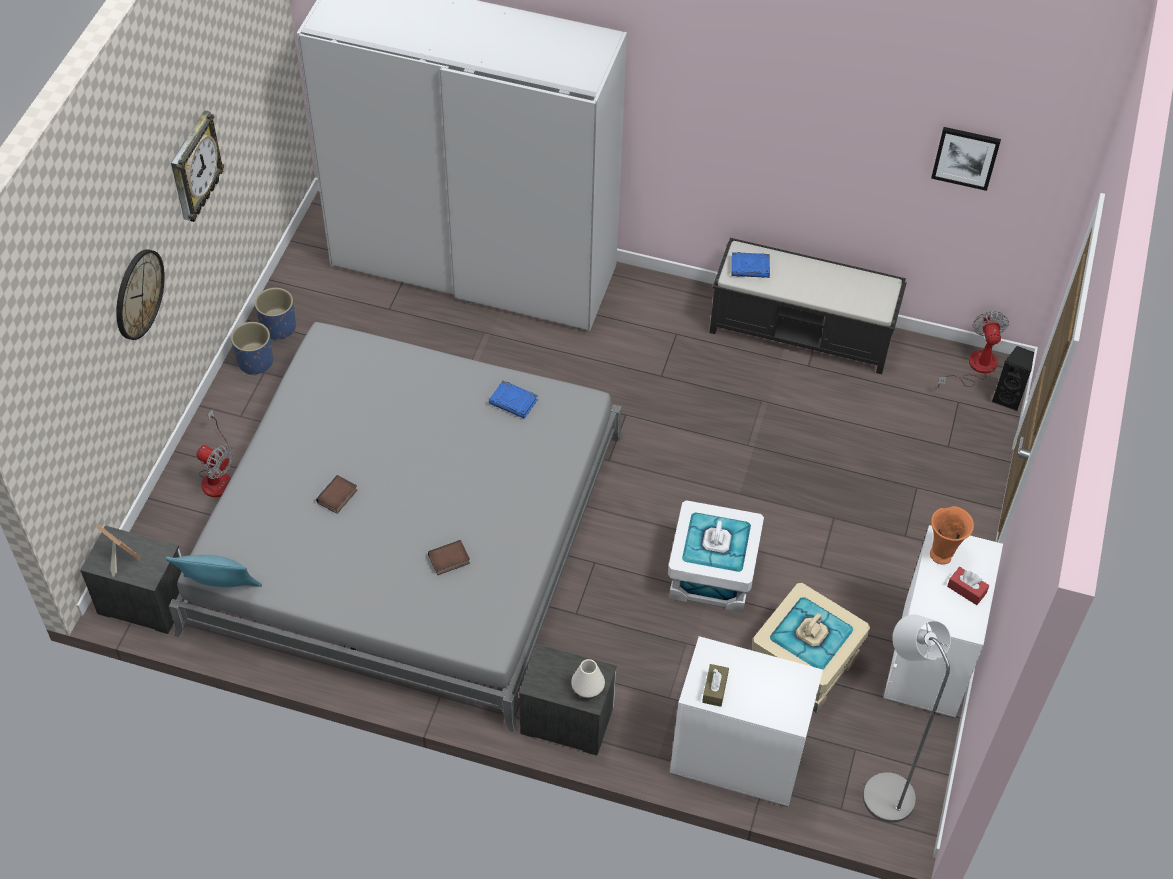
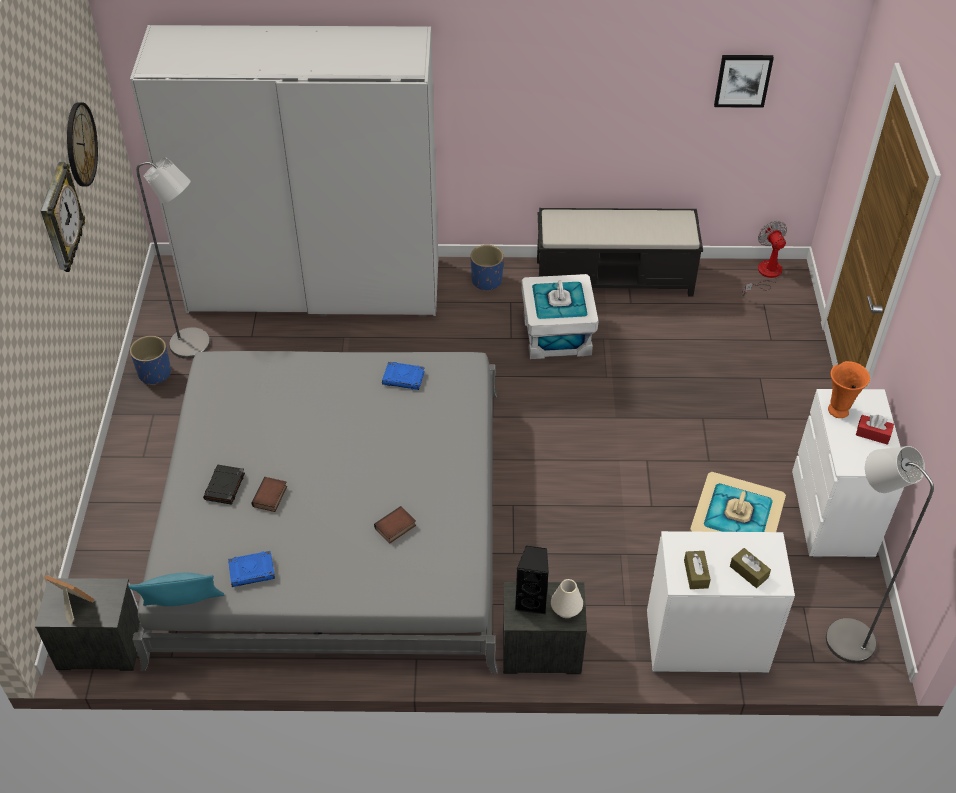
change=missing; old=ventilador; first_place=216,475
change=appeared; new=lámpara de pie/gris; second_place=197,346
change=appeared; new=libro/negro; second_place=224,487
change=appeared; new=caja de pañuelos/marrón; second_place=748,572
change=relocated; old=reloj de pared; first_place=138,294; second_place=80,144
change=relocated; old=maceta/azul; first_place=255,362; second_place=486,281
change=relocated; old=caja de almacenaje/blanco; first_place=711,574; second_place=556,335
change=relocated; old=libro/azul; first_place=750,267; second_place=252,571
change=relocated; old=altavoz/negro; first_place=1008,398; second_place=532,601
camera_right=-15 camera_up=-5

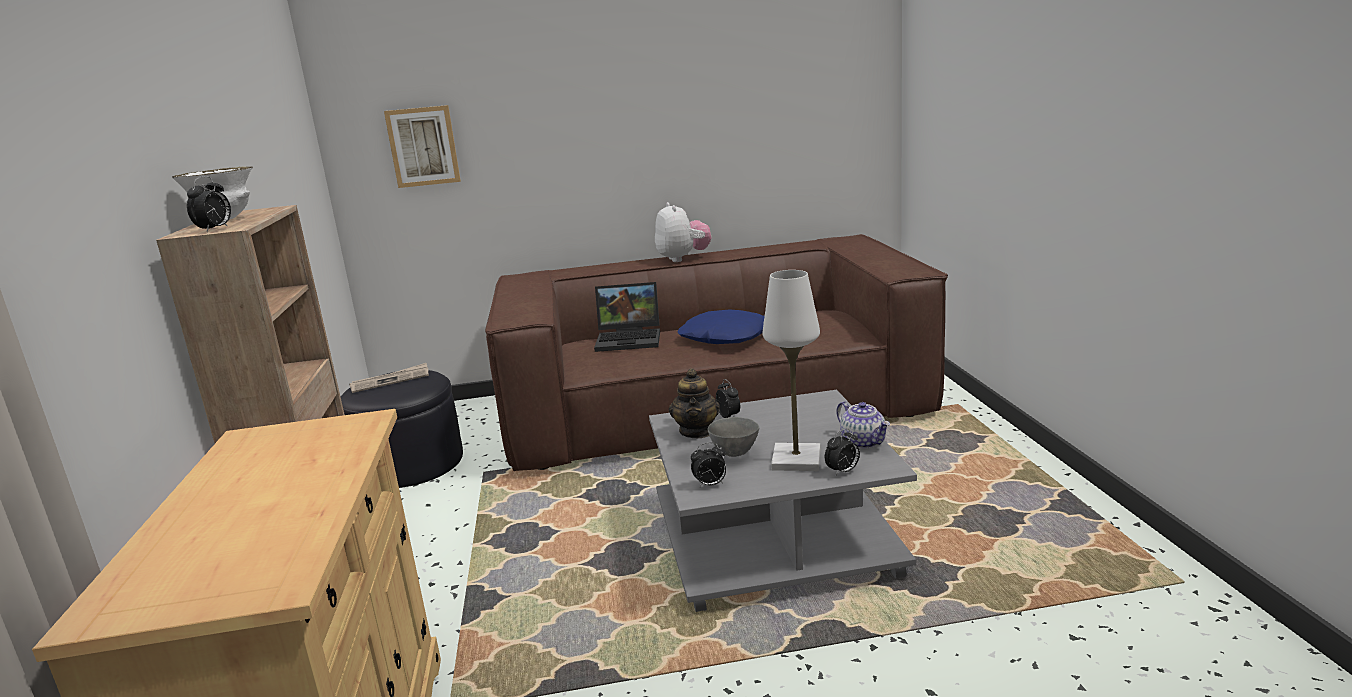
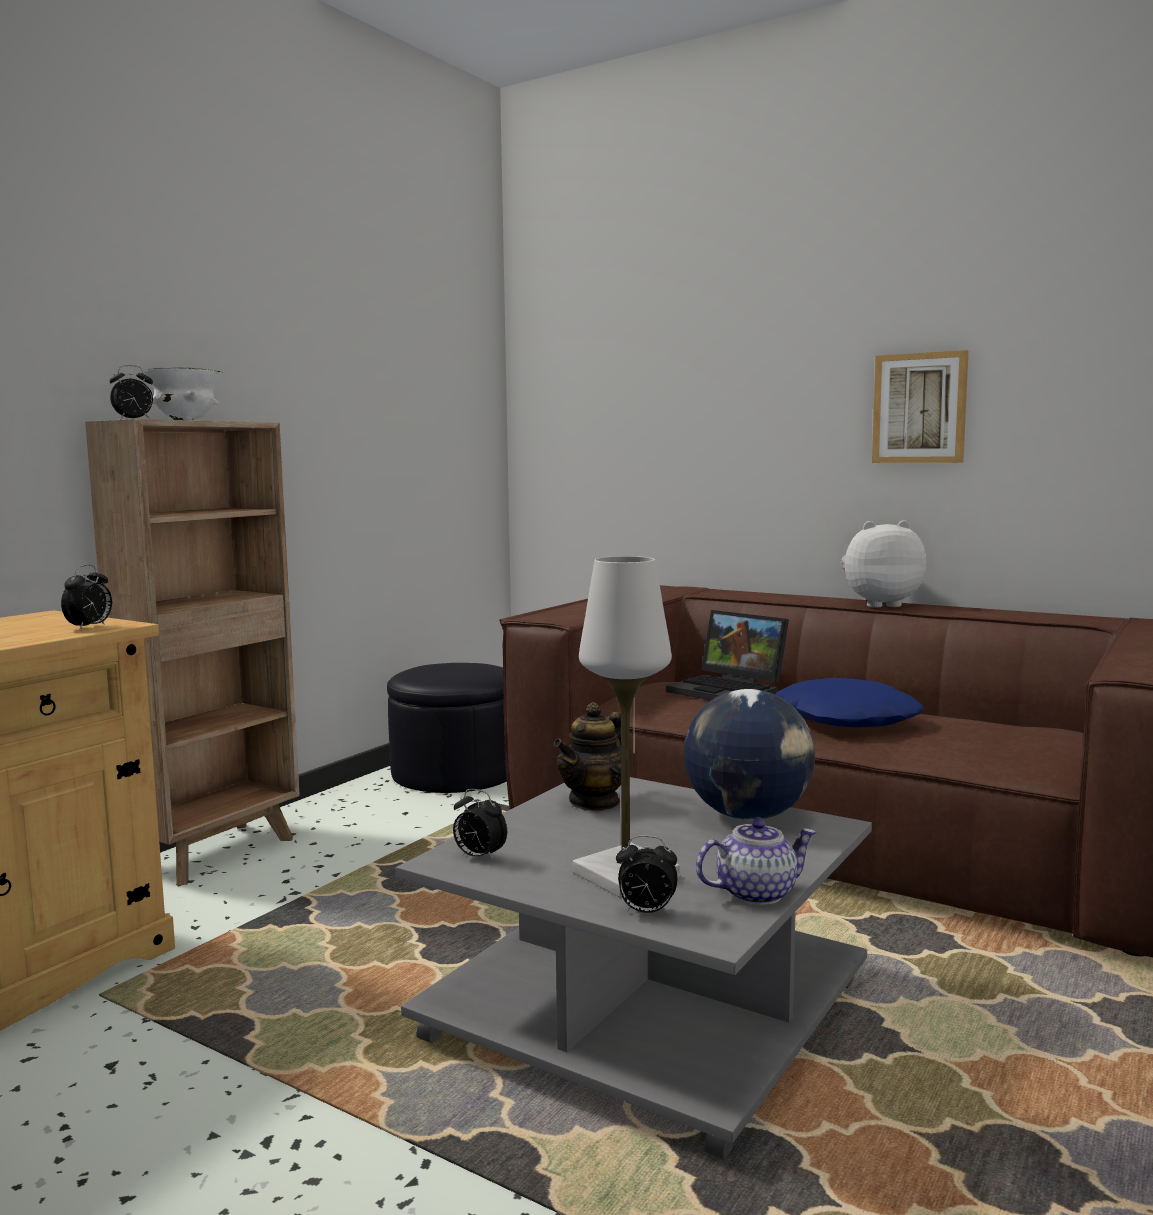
change=missing; old=periódico; first_place=391,380
change=missing; old=cuenco/gris; first_place=735,453
change=appeared; new=globo terráqueo; second_place=749,816
change=relocated; old=cuadro; first_place=423,146; second_place=919,408
change=relocated; old=despertador; first_place=729,417; second_place=89,627
change=spun; old=peluche; first_place=683,259; second_place=879,604; degrees=-120
change=spun; old=tetera; first_place=863,442; second_place=756,893; degrees=-120
camera_right=40 camera_up=-10

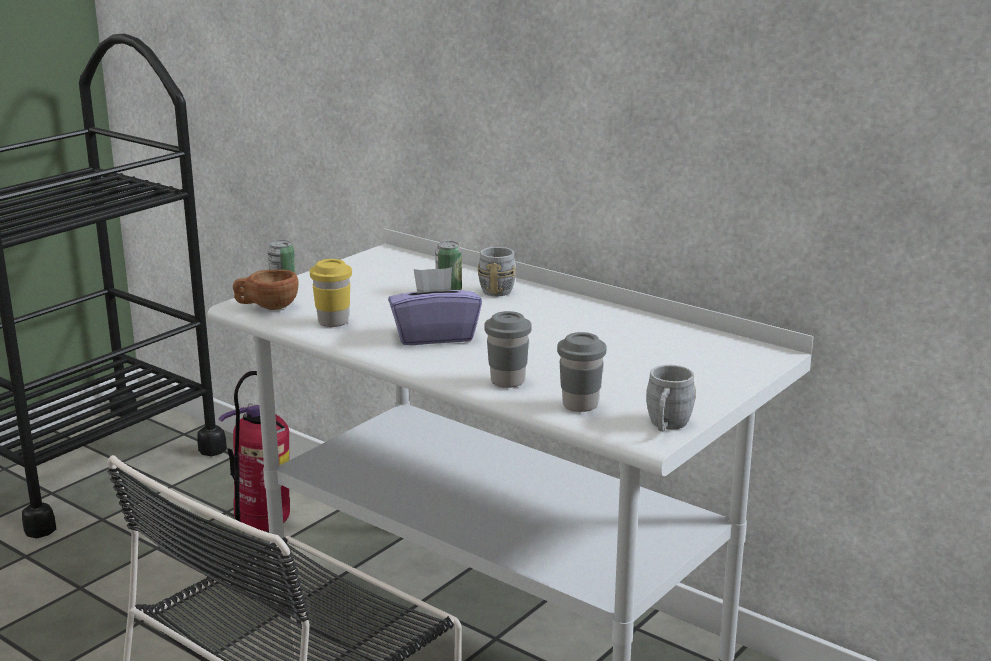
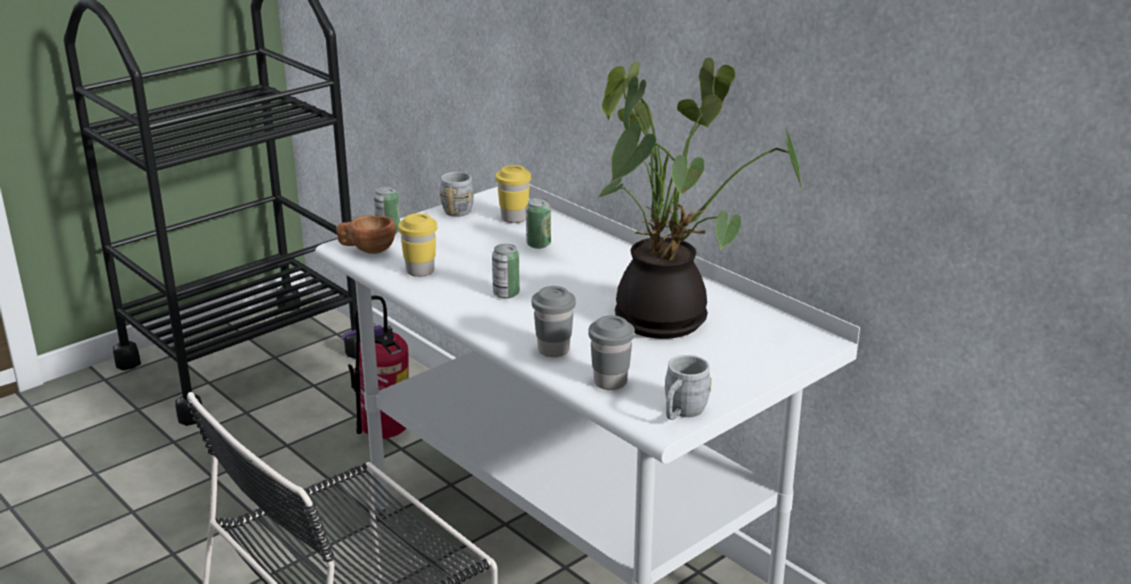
change=appeared; new=taza/amarillo; second_place=514,218
change=appeared; new=planta en maceta; second_place=669,320
change=relocated; old=taza grande/gris; first_place=498,288; second_place=461,208
change=exchanged; old=caja de pañuelos/morado; new=lata; first_place=434,336; second_place=506,294
camera_right=10 camera_up=5

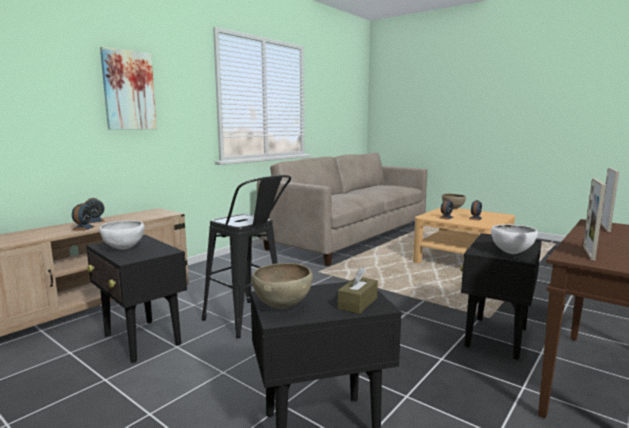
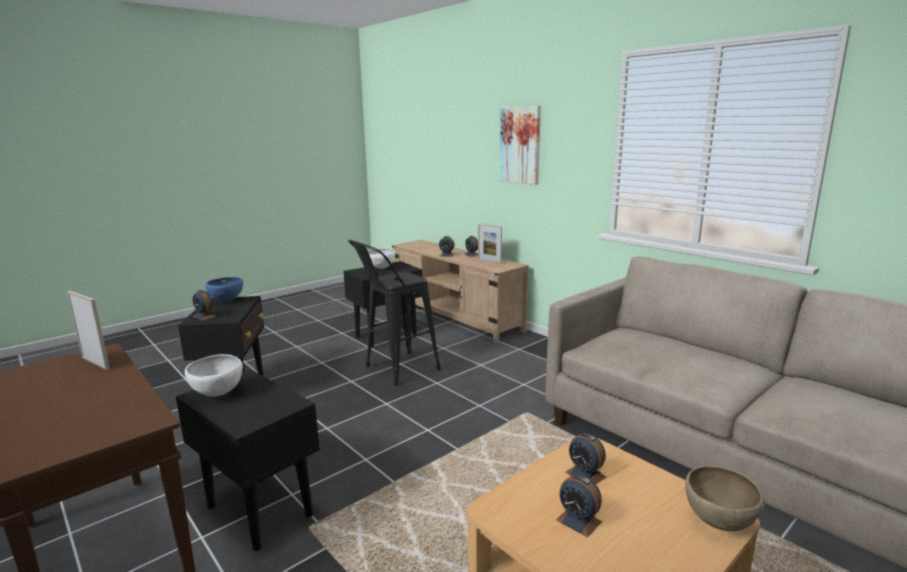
change=relocated; old=portarretratos; first_place=605,227; second_place=489,261
change=exchanged; old=caja de pañuelos/marrón; new=despertador; first_place=357,303; second_place=205,316
change=colour; old=cuenco/marrón; new=cuenco/azul; first_place=283,306; second_place=227,301
camera_right=100 camera_up=5

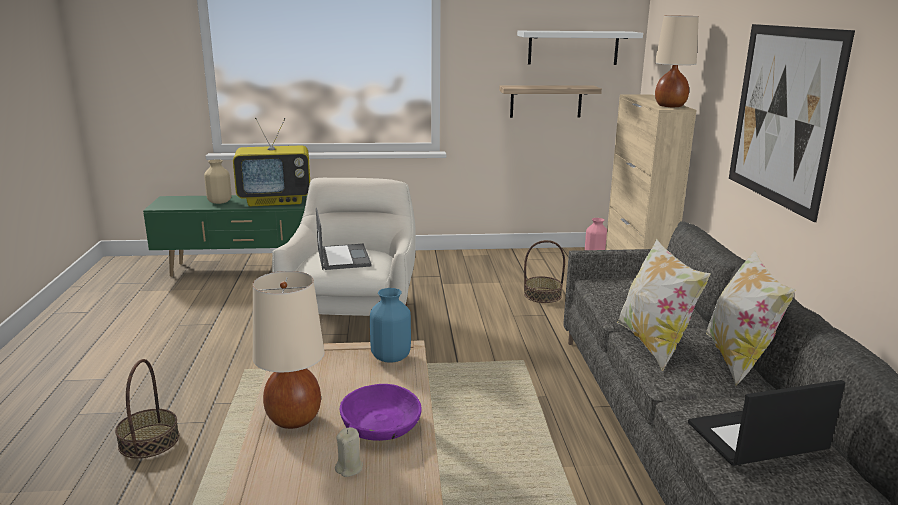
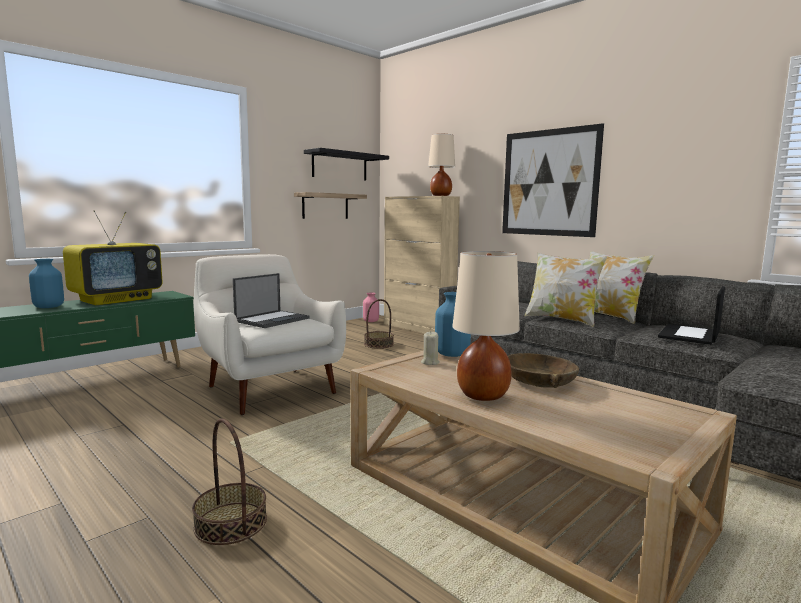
change=relocated; old=vela/beis; first_place=349,468; second_place=430,362
change=colour; old=florero/beis; new=florero/azul; first_place=219,202; second_place=48,307
change=colour; old=cuenco/morado; new=cuenco/marrón; first_place=381,425; second_place=540,380
change=colour; old=estante/blanco; new=estante/negro; first_place=573,47; second_place=340,166
change=spun; old=portátil; first_place=343,257; second_place=273,320; degrees=90
camera_right=-40 camera_up=-10

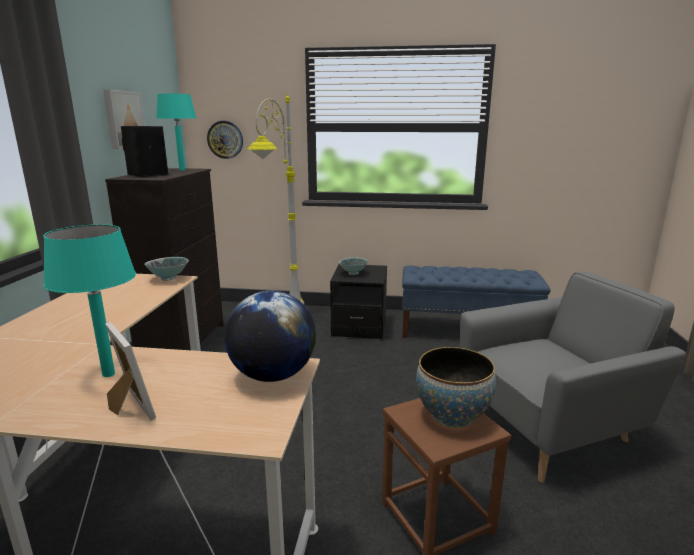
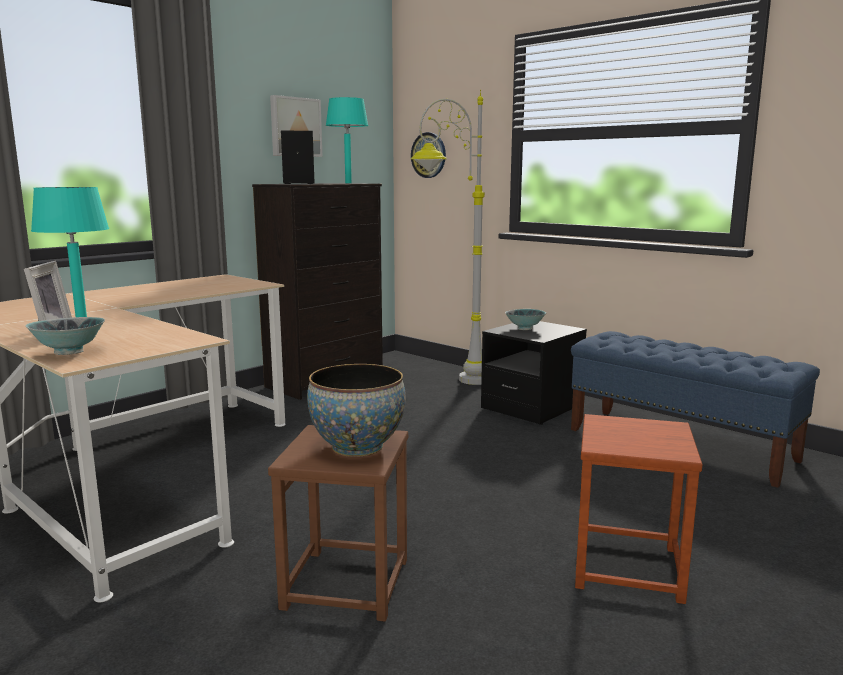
change=missing; old=globo terráqueo; first_place=273,375
change=relocated; old=cuenco; first_place=169,278; second_place=69,353
change=exchanged; old=sillón/gris; new=taburete/marrón; first_place=549,426; second_place=628,567
camera_right=35 camera_up=-5

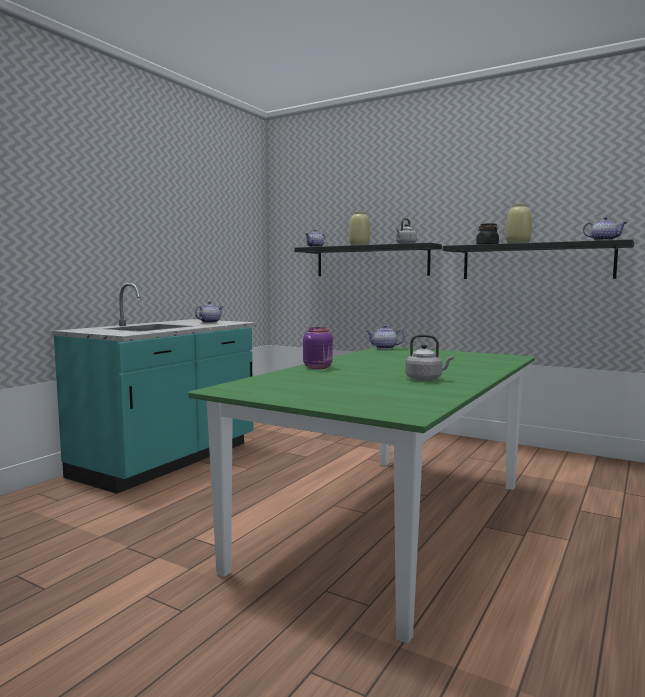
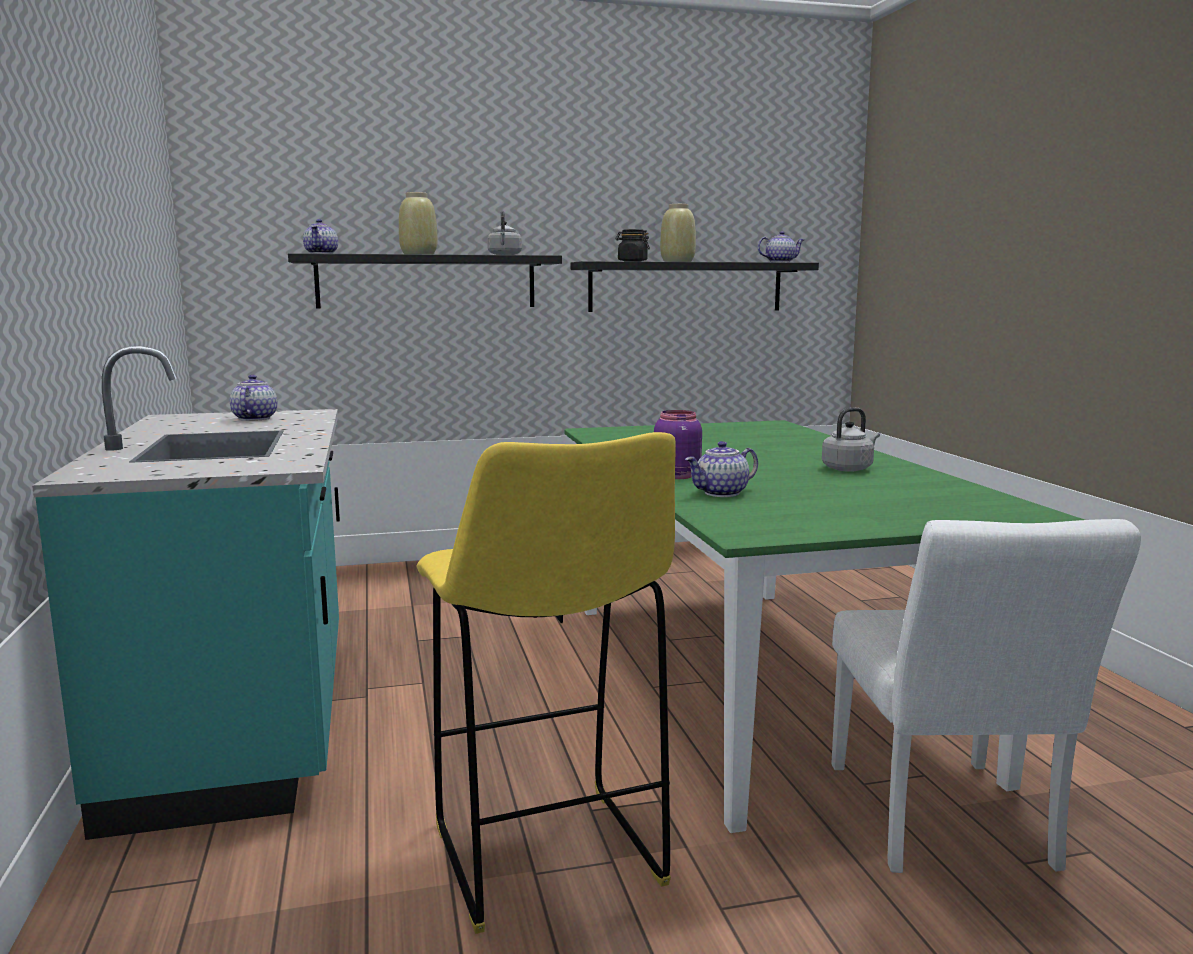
change=appeared; new=taburete/amarillo; second_place=548,859
change=appeared; new=silla/blanco; second_place=945,825
change=relocated; old=tetera; first_place=384,348; second_place=722,493
camera_right=-45 camera_up=5

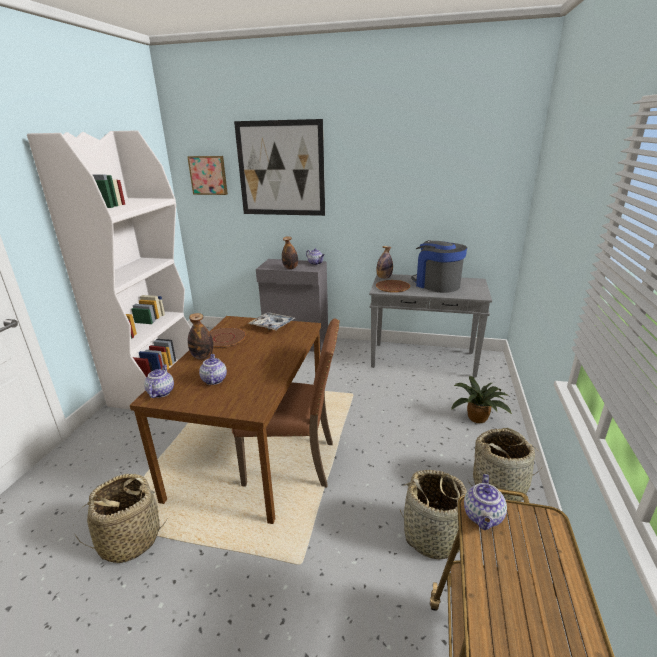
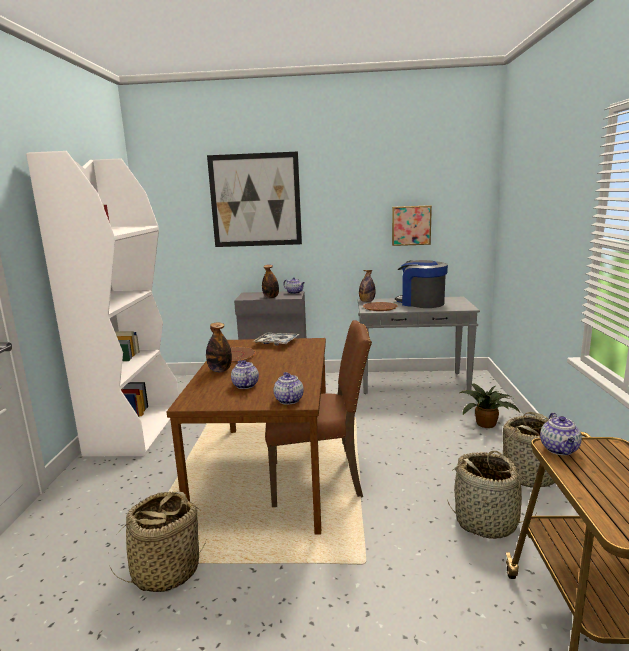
change=relocated; old=tetera; first_place=161,392; second_place=288,400
change=relocated; old=cuadro; first_place=208,175; second_place=411,225
camera_right=-10 camera_up=-10

